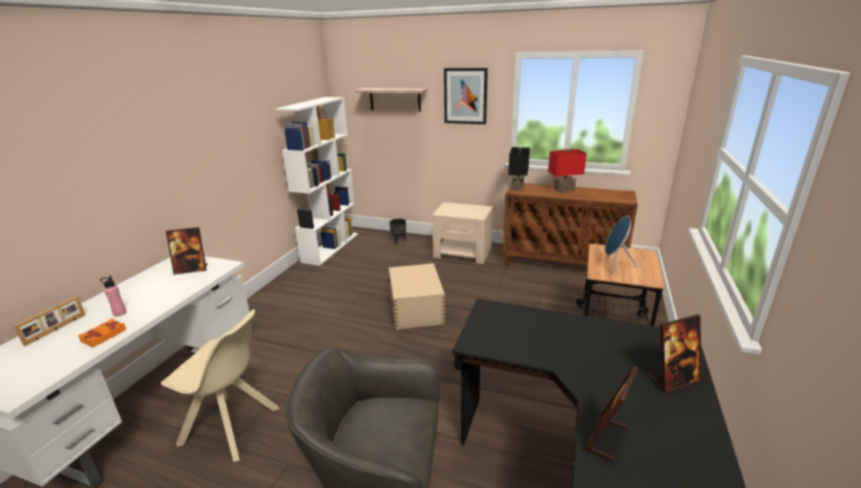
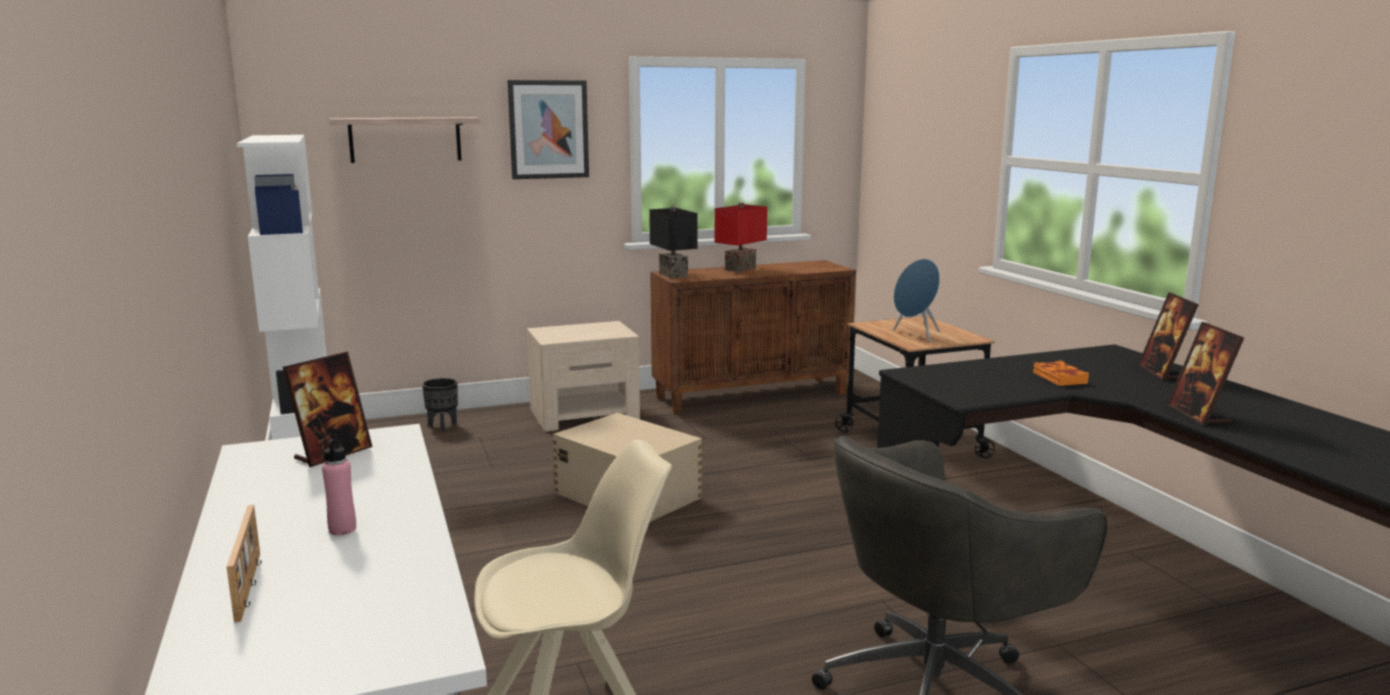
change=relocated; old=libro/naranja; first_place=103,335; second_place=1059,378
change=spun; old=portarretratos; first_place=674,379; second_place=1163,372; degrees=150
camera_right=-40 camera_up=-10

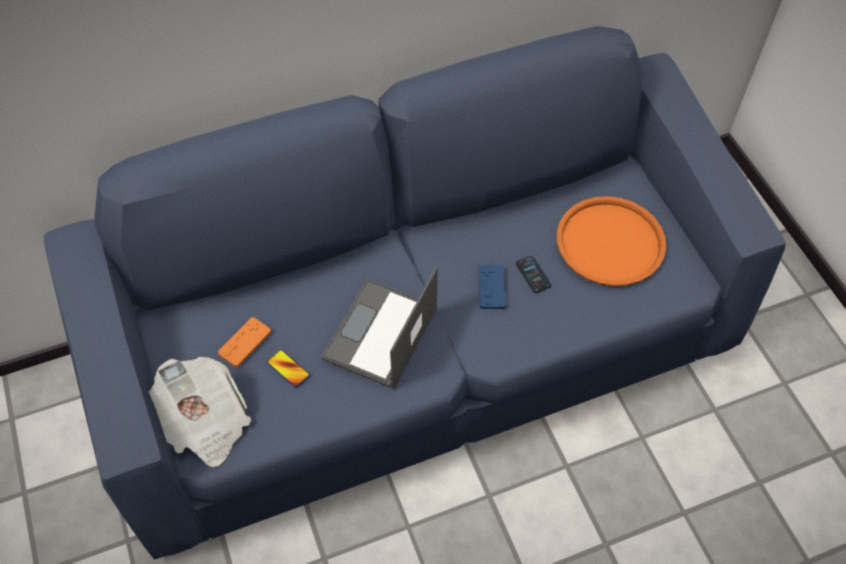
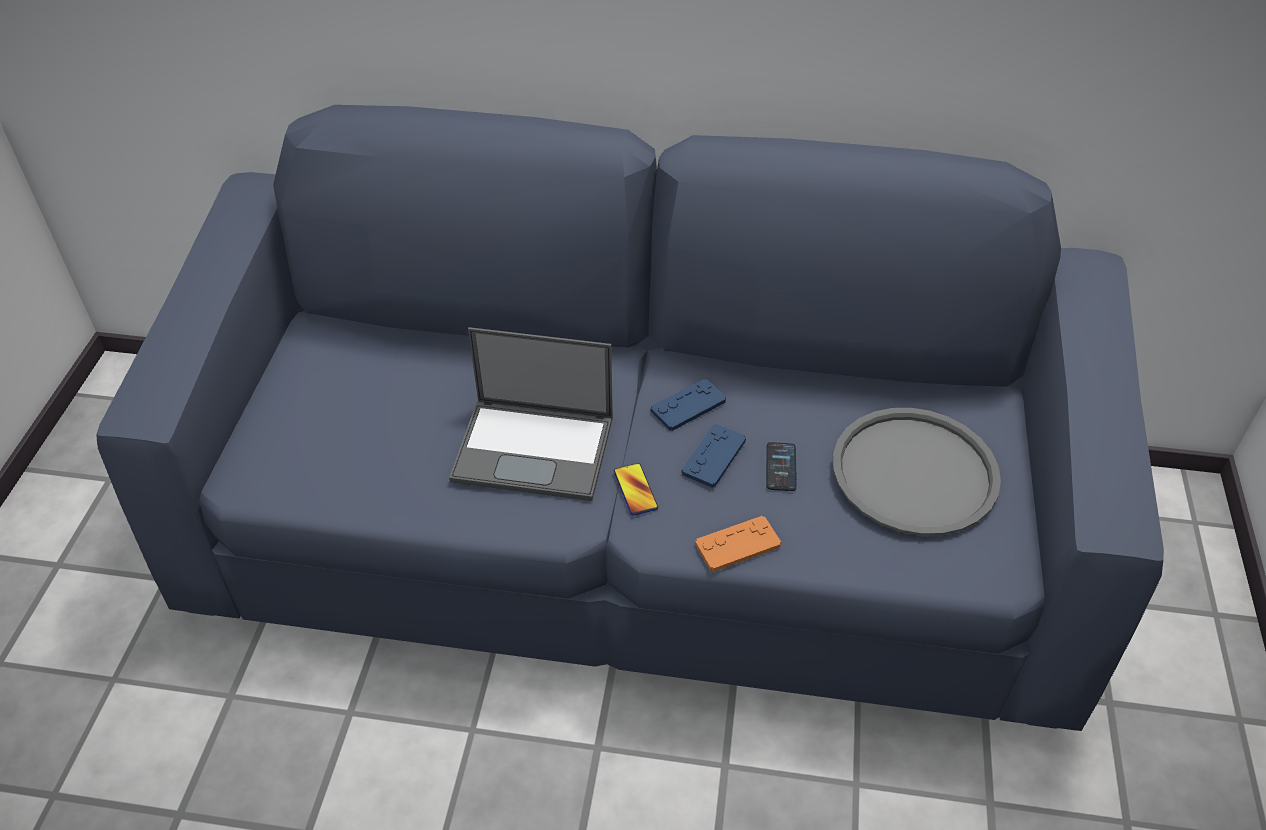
change=missing; old=periódico; first_place=203,423
change=appeared; new=mando de consola/azul; second_place=688,406
change=relocated; old=mando de consola/naranja; first_place=245,342; second_place=737,545
change=relocated; old=móvil; first_place=288,369; second_place=635,490
change=colour; old=bandeja/naranja; new=bandeja/gris; first_place=610,242; second_place=914,473
change=spun; old=portátil; first_place=380,335; second_place=536,449; degrees=-135
camera_right=30 camera_up=-10

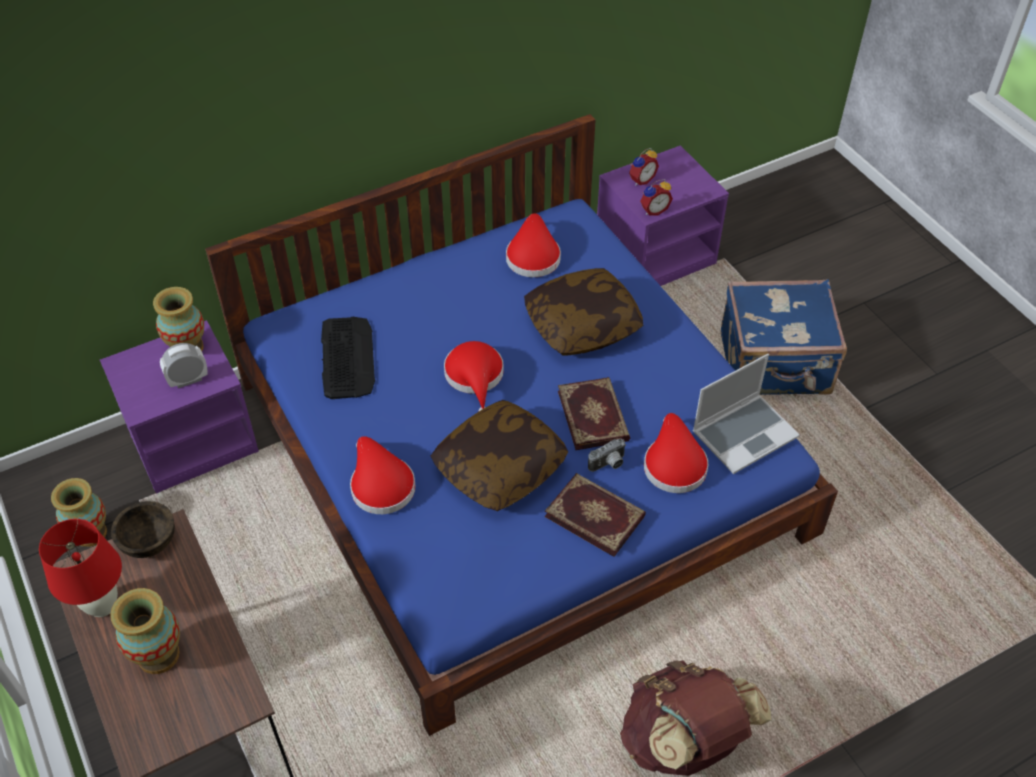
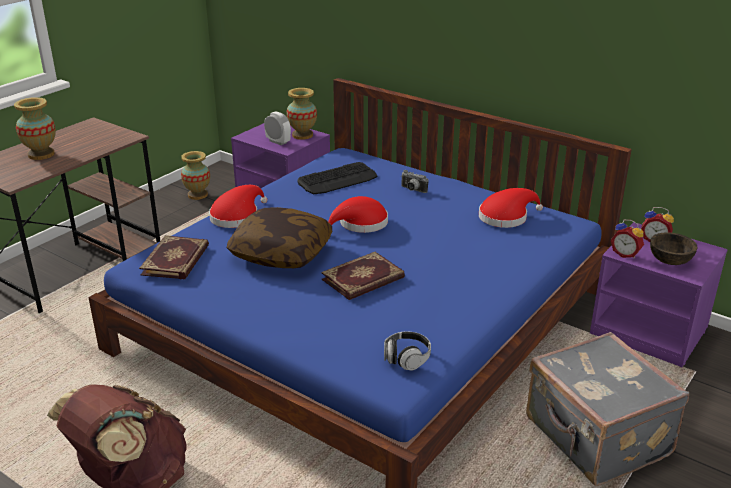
change=missing; old=lámpara de mesa/rojo; first_place=102,606
change=missing; old=cojín; first_place=582,325
change=missing; old=sombrero/rojo; first_place=673,463
change=relocated; old=cuenco/marrón; first_place=149,541; second_place=670,261
change=relocated; old=libro; first_place=595,515; second_place=176,260
change=relocated; old=cámara; first_place=608,465; second_place=412,190
change=exchanged; old=portátil; new=auriculares; first_place=744,433; second_place=406,358
change=colour; old=maleta/azul; new=maleta/gris; first_place=775,365; second_place=595,438
camera_right=65 camera_up=-20

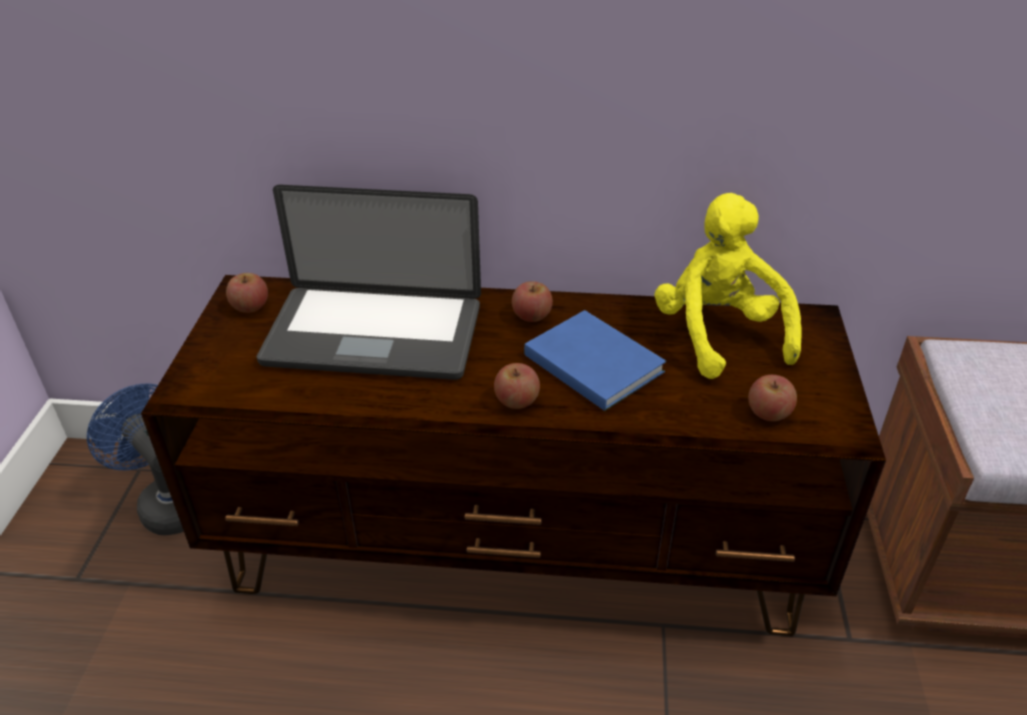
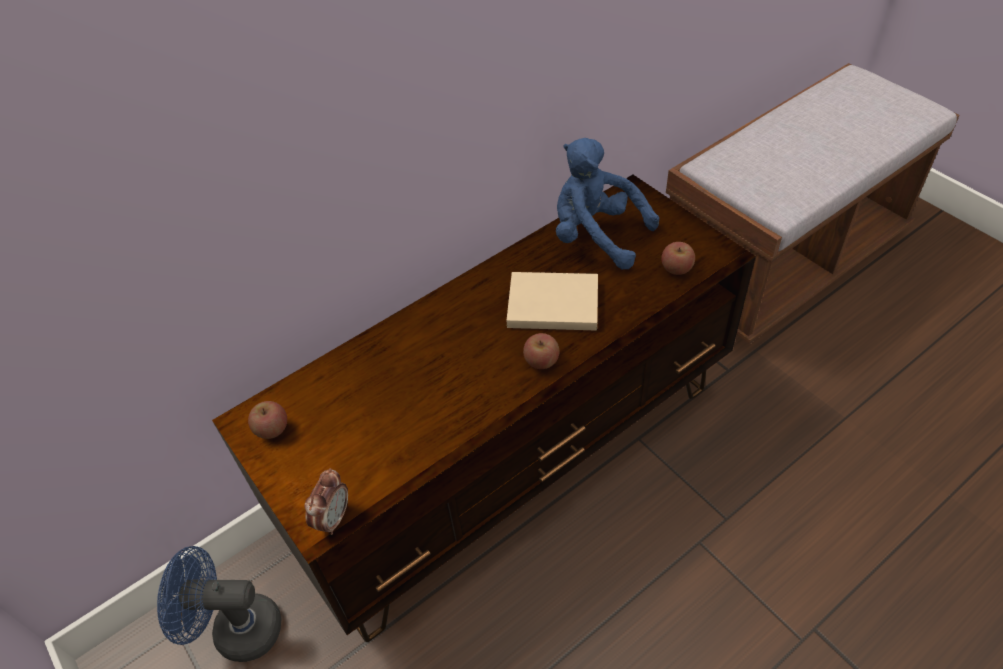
change=missing; old=portátil; first_place=373,335
change=missing; old=manzana; first_place=532,315
change=appeared; new=despertador; second_place=333,518
change=colour; old=libro/azul; new=libro/beis; first_place=592,361; second_place=550,303
change=colour; old=peluche/amarillo; new=peluche/azul; first_place=718,335; second_place=596,236
camera_right=-40 camera_up=10

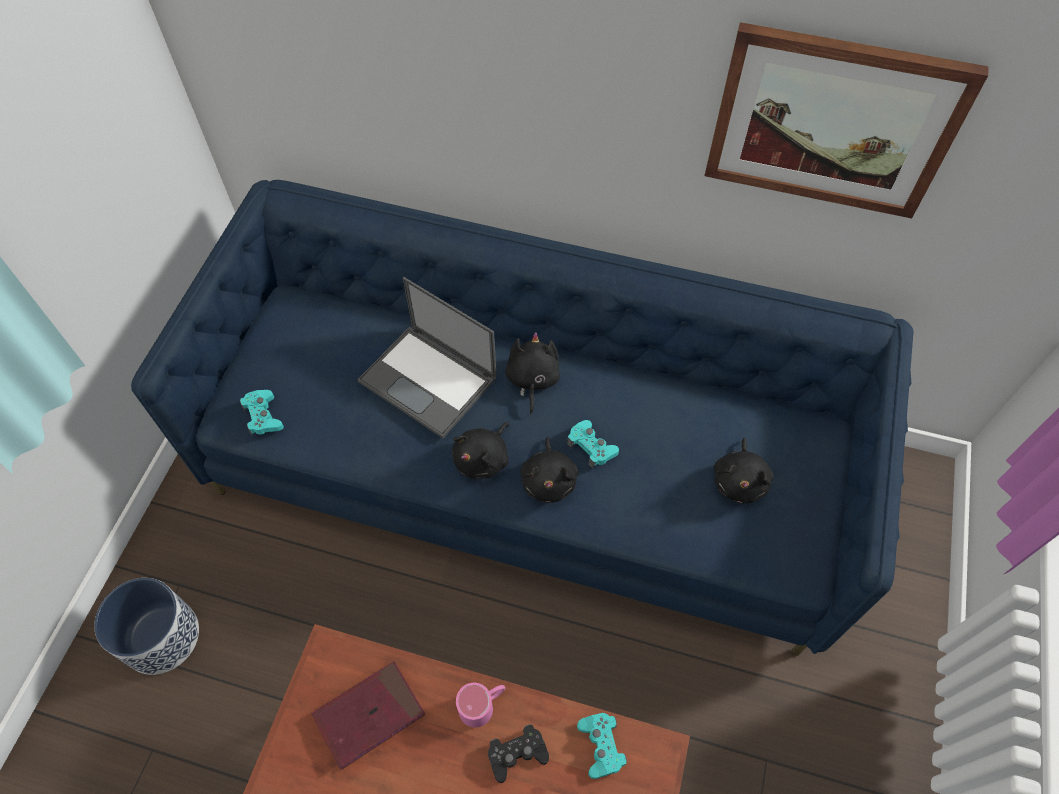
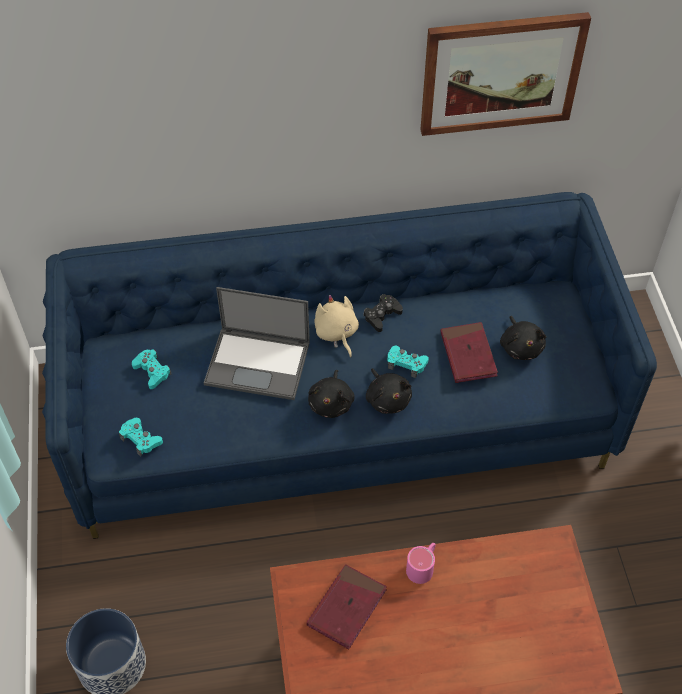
change=appeared; new=libro/rojo; second_place=468,355
change=relocated; old=mando de consola/negro; first_place=517,754; second_place=382,315
change=relocated; old=mando de consola/turquesa; first_place=601,746; second_place=152,371
change=colour; old=peluche/negro; new=peluche/beis; first_place=532,380; second_place=336,333
camera_right=-25 camera_up=-5

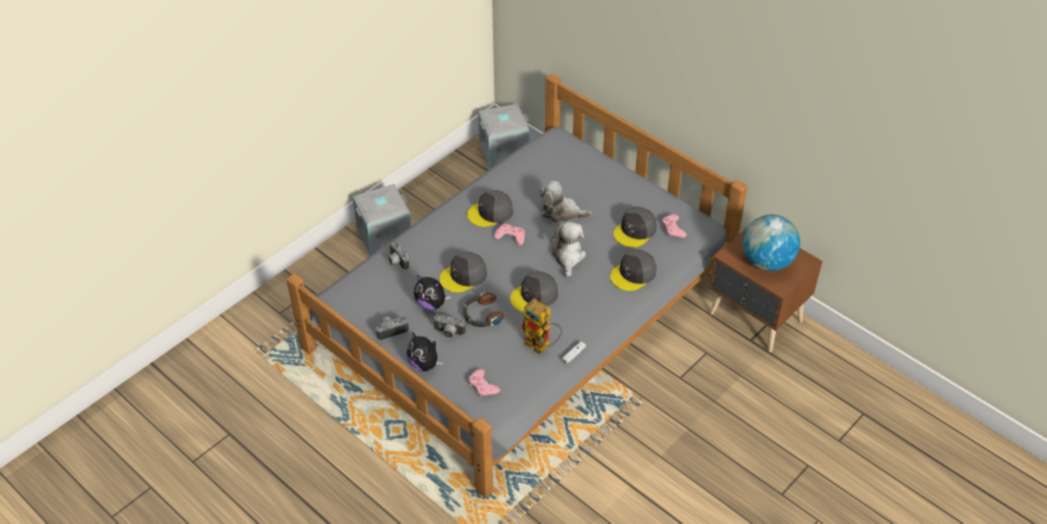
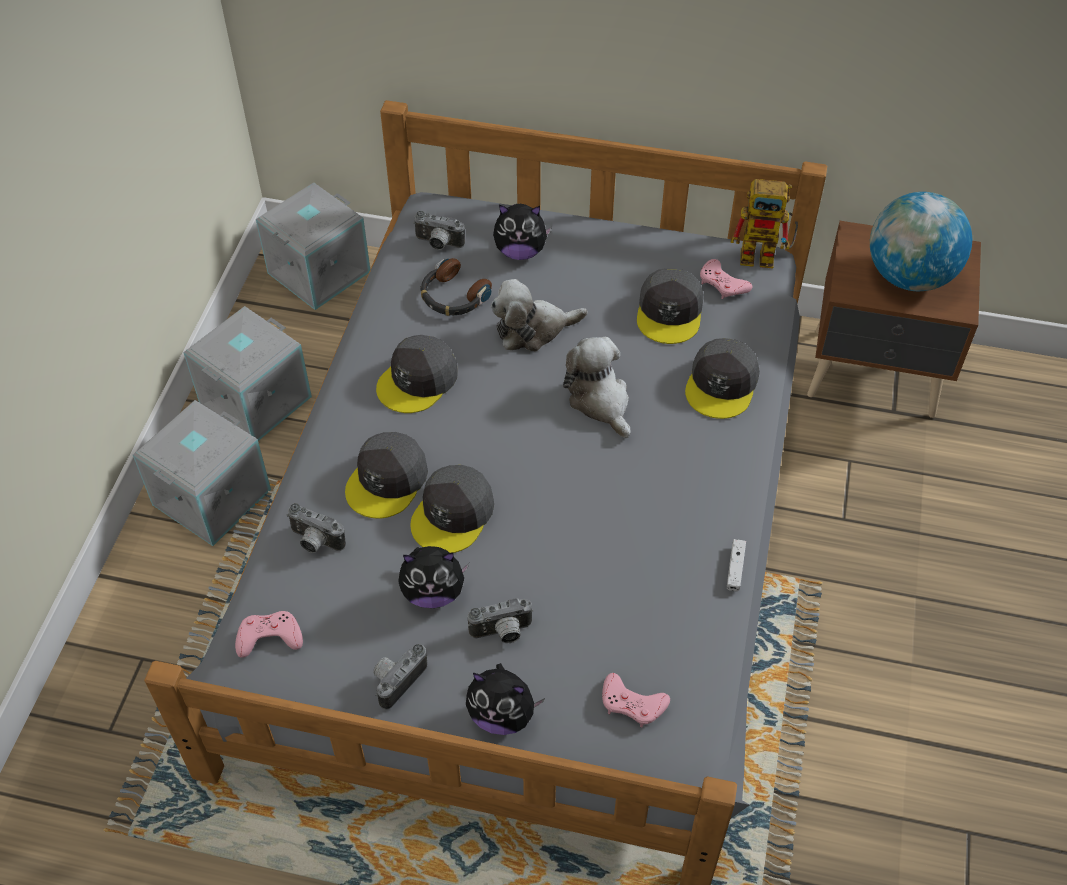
change=appeared; new=caja de almacenaje/gris; second_place=255,399
change=appeared; new=cámara; second_place=438,244
change=appeared; new=peluche; second_place=520,251
change=relocated; old=auriculares; first_place=482,314; second_place=453,296
change=relocated; old=mando de consola/rosa; first_place=510,236; second_place=269,637
change=relocated; old=gorra/gris; first_place=534,296; second_place=387,480
change=relocated; old=robot de juguete; first_place=542,346; second_place=765,256
camera_right=-30 camera_up=5

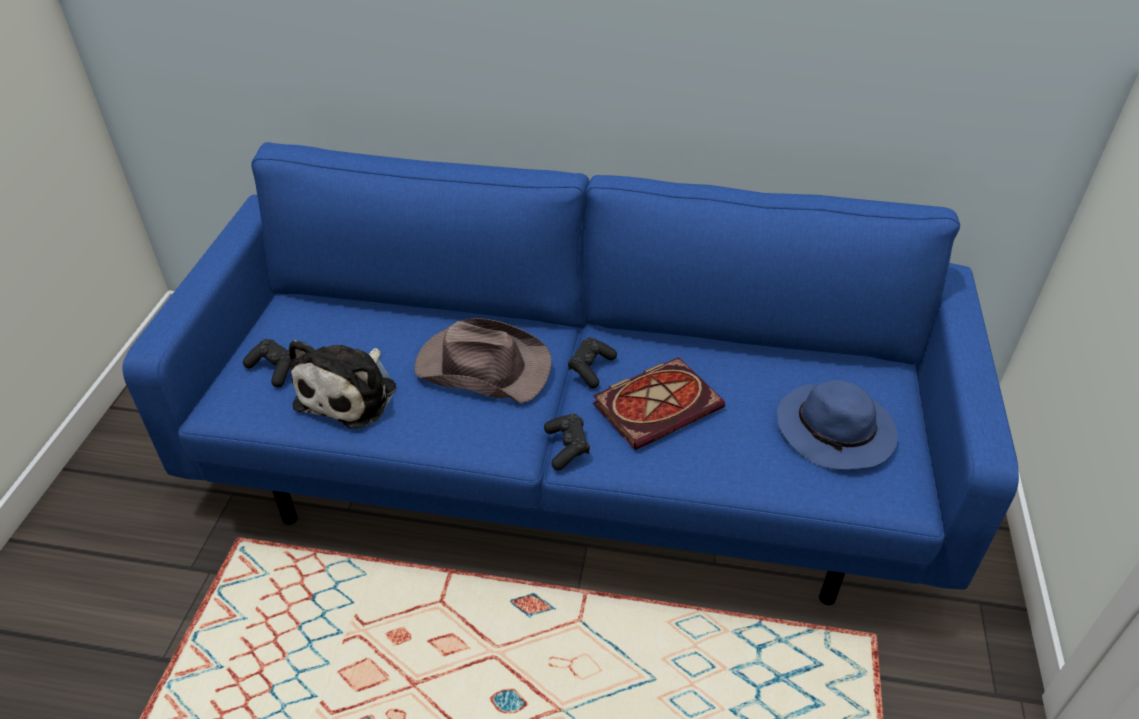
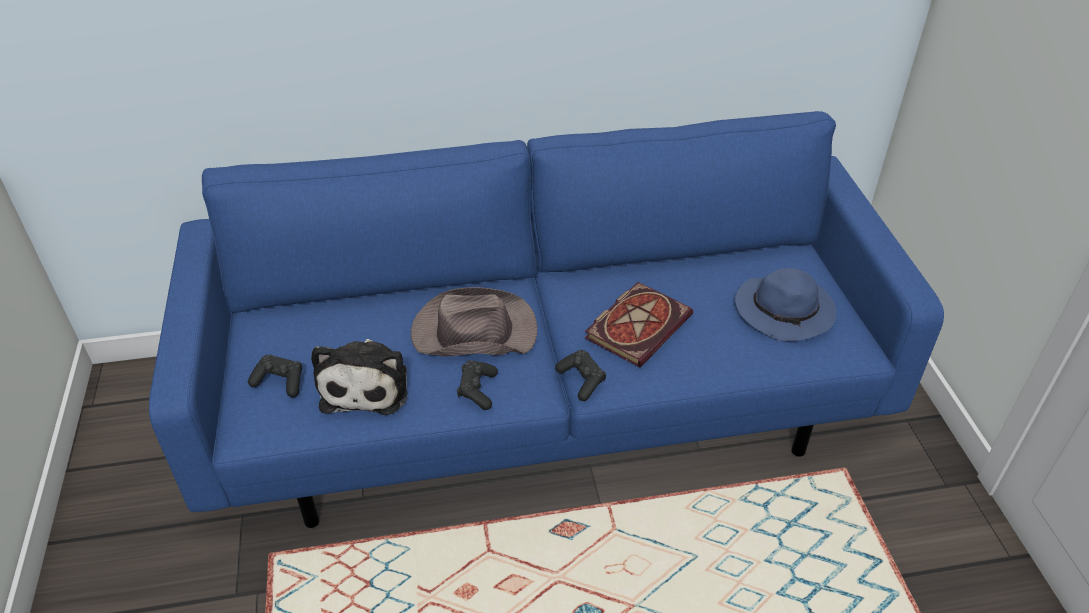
change=relocated; old=mando de consola/negro; first_place=591,369; second_place=477,390
camera_right=-20 camera_up=0

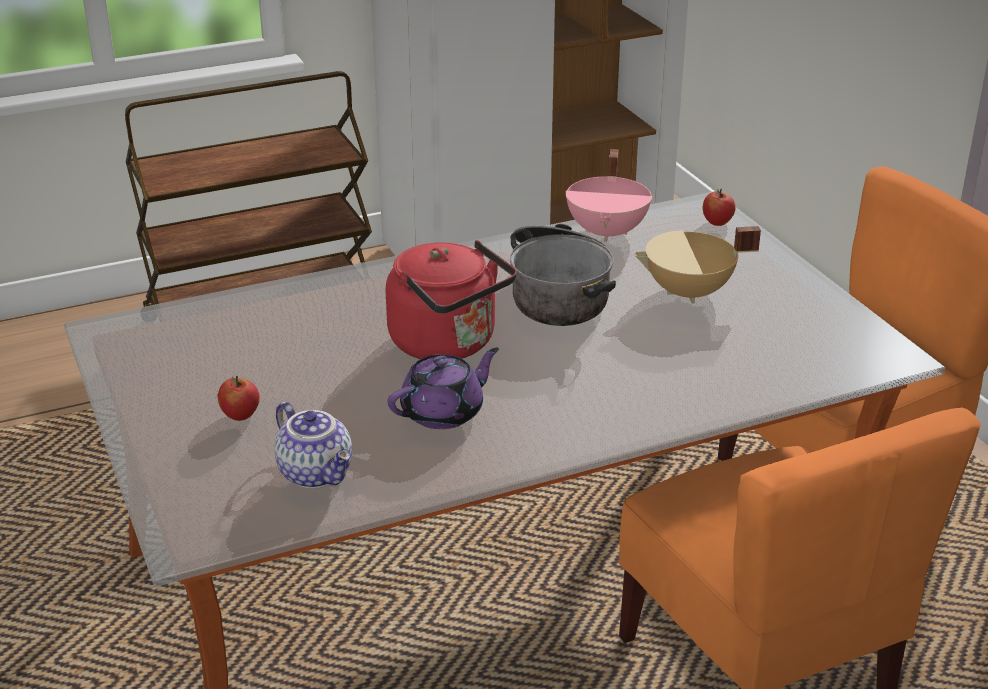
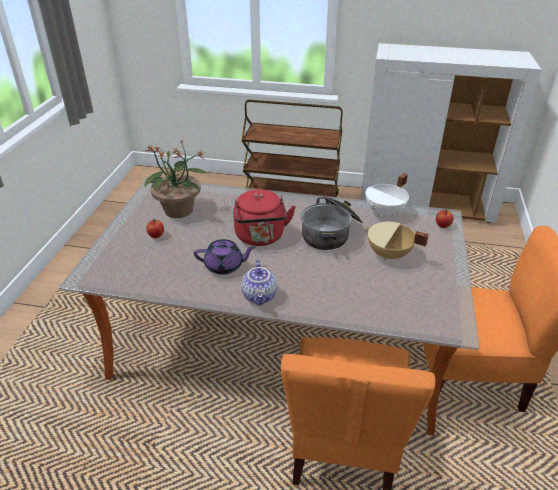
change=appeared; new=planta en maceta; second_place=179,210
change=relocated; old=tetera; first_place=317,473; second_place=260,296
change=colour; old=olla/rosa; new=olla/blanco; first_place=608,232; second_place=385,212
camera_right=35 camera_up=5

